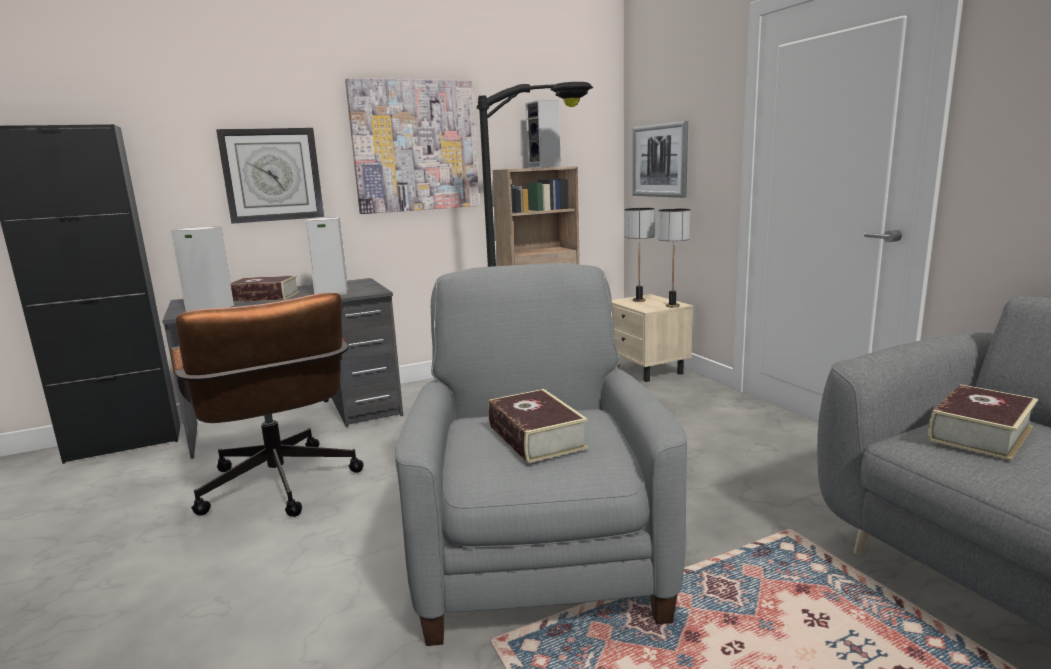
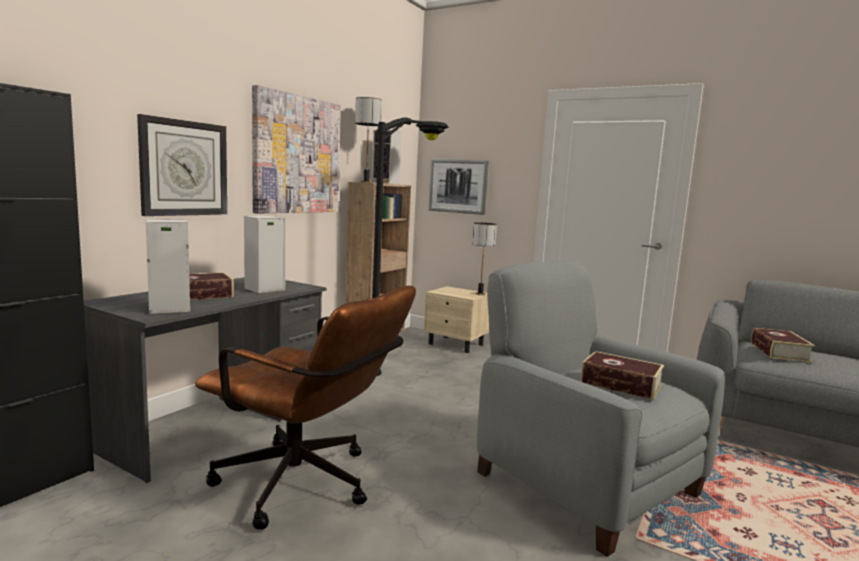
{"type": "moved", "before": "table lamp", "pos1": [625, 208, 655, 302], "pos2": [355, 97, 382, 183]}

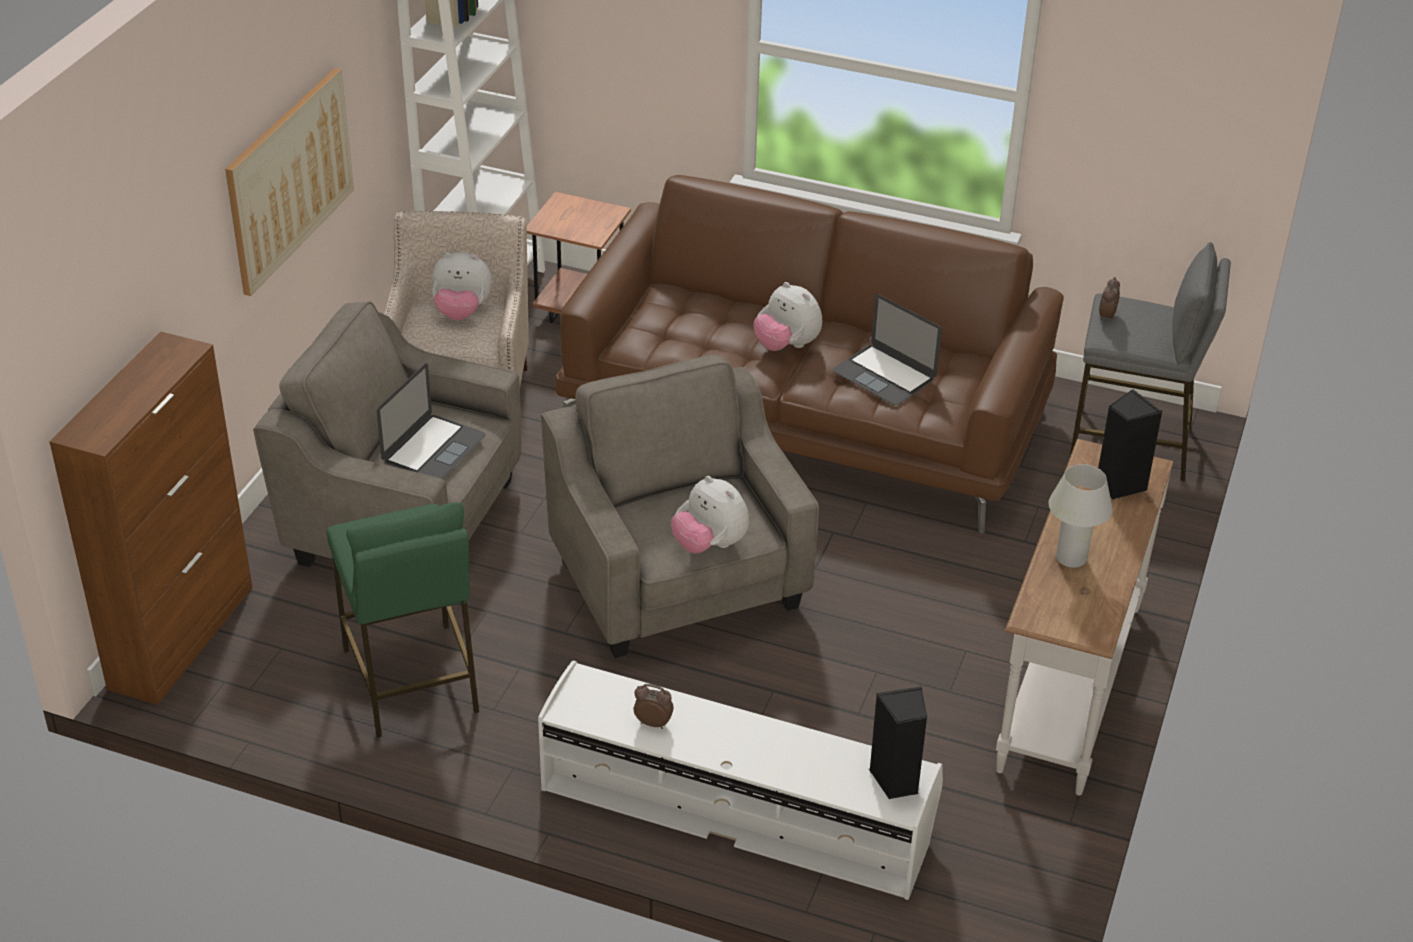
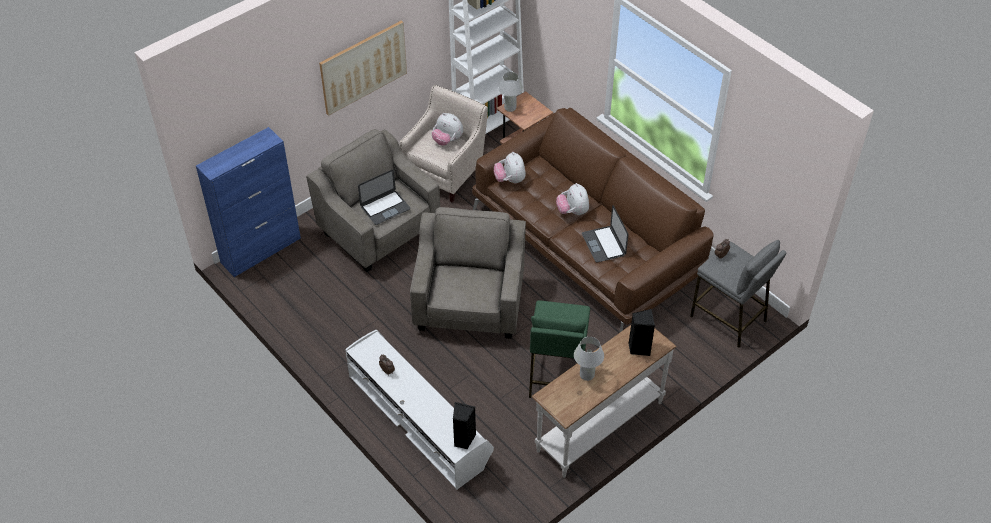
{"type": "recoloured", "before": "cabinet in brown", "after": "cabinet in blue", "pos1": [49, 331, 253, 705], "pos2": [196, 127, 301, 277]}
{"type": "moved", "before": "plush toy", "pos1": [671, 476, 749, 553], "pos2": [494, 152, 526, 184]}
{"type": "moved", "before": "stool in green", "pos1": [326, 502, 479, 738], "pos2": [529, 300, 590, 398]}
{"type": "added", "after": "table lamp in white", "pos2": [498, 72, 523, 112]}

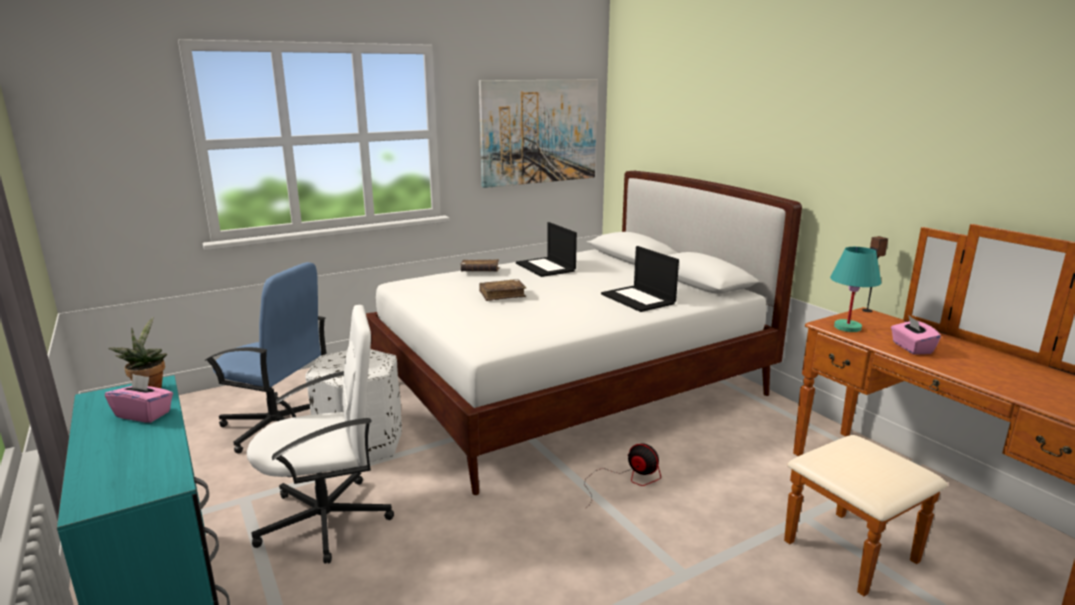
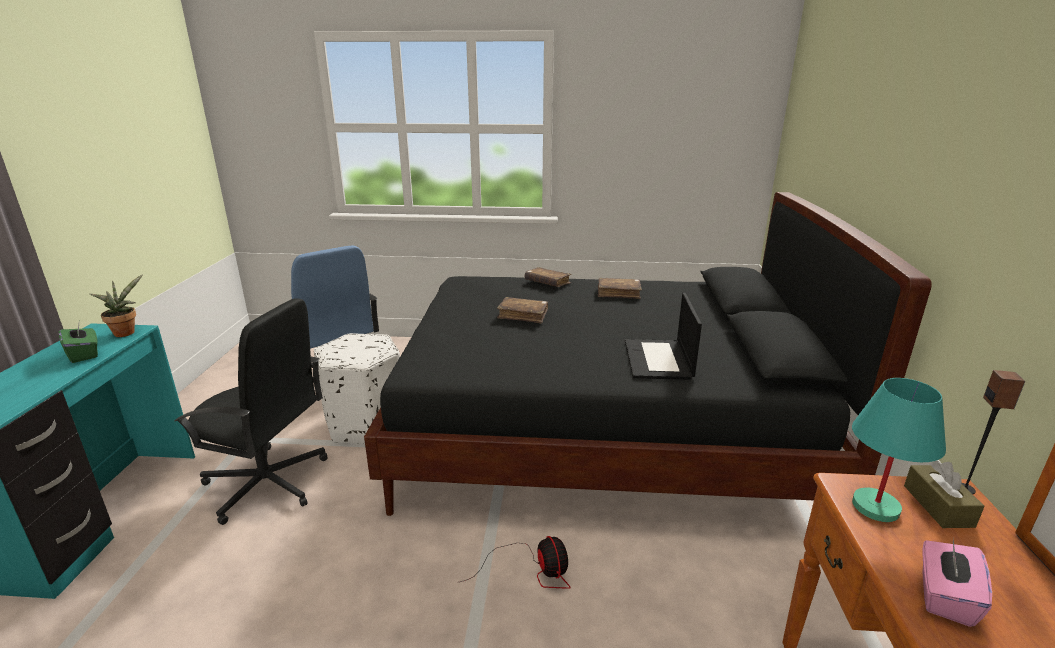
{"type": "removed", "before": "picture", "pos1": [479, 80, 598, 188]}
{"type": "recoloured", "before": "bed in white", "after": "bed in black", "pos1": [366, 171, 802, 495], "pos2": [364, 192, 932, 516]}
{"type": "replaced", "before": "laptop", "after": "book in brown", "pos1": [516, 222, 577, 277], "pos2": [598, 278, 642, 299]}
{"type": "recoloured", "before": "office chair in white", "after": "office chair in black", "pos1": [247, 305, 394, 564], "pos2": [175, 298, 328, 525]}
{"type": "recoloured", "before": "tissue box in pink", "after": "tissue box in green", "pos1": [105, 374, 173, 423], "pos2": [59, 319, 98, 363]}
{"type": "added", "after": "tissue box in brown", "pos2": [904, 461, 984, 528]}

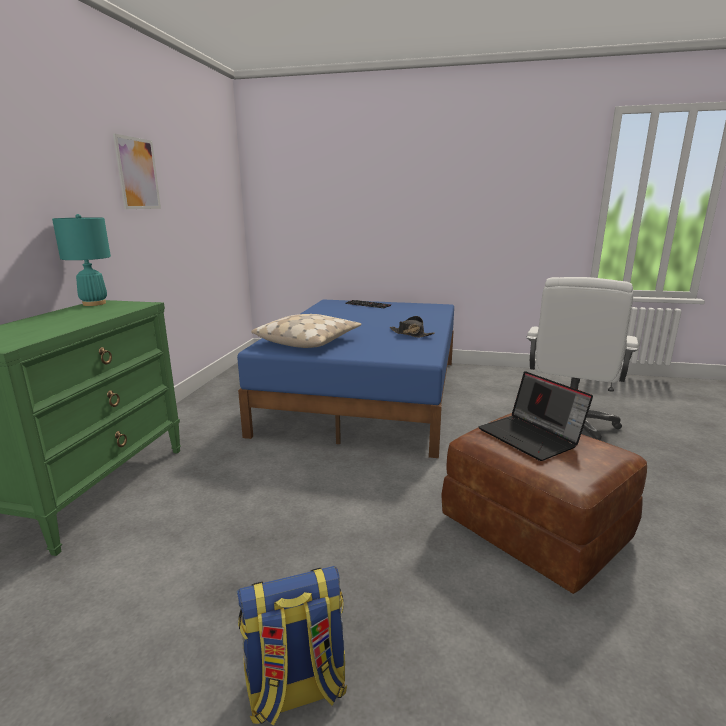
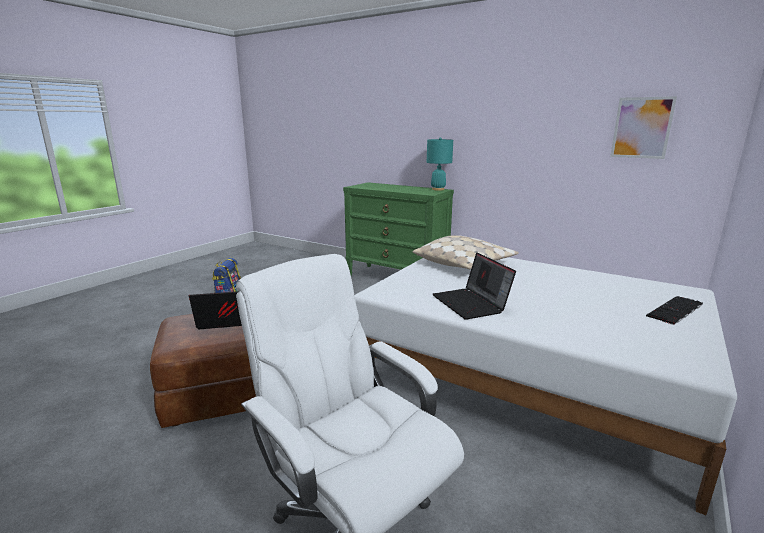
{"type": "moved", "before": "picture", "pos1": [113, 133, 161, 209], "pos2": [610, 96, 677, 159]}
{"type": "recoloured", "before": "bed in blue", "after": "bed in white", "pos1": [237, 300, 454, 458], "pos2": [355, 257, 737, 515]}
{"type": "replaced", "before": "hat in black", "after": "laptop", "pos1": [390, 316, 434, 338], "pos2": [433, 252, 516, 320]}

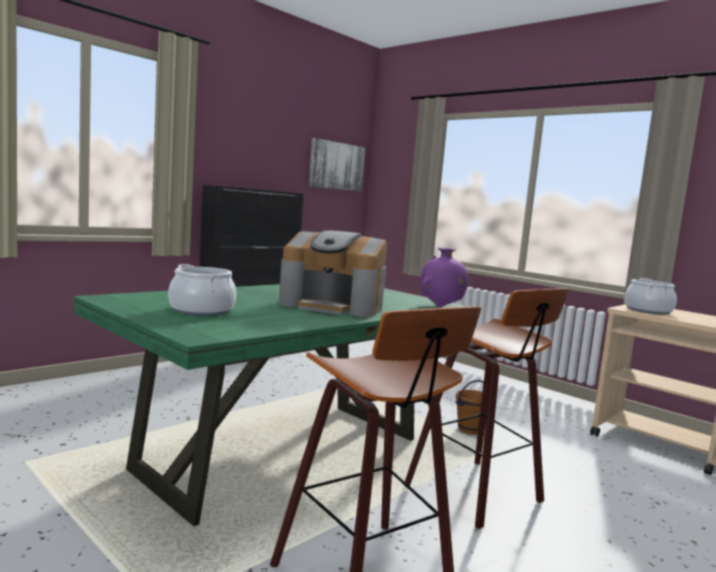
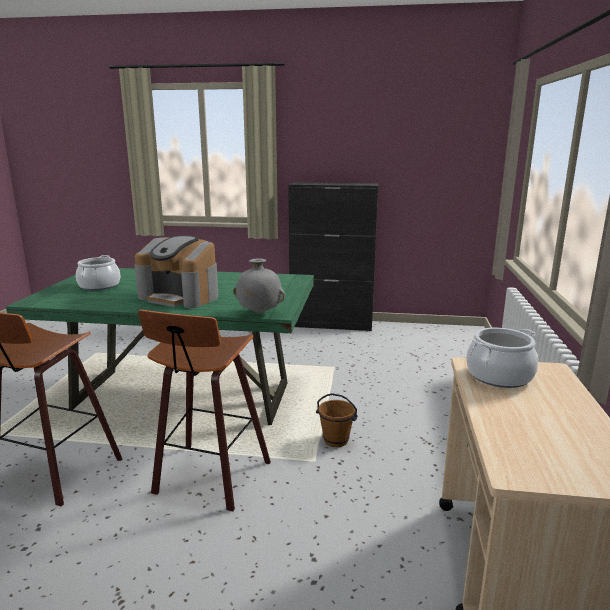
{"type": "removed", "before": "picture", "pos1": [309, 138, 365, 192]}
{"type": "turned", "before": "coffee machine", "pos1": [279, 230, 387, 317], "pos2": [134, 236, 218, 308], "turn": -45}
{"type": "recoloured", "before": "vase in purple", "after": "vase in grey", "pos1": [420, 248, 468, 307], "pos2": [233, 258, 285, 314]}

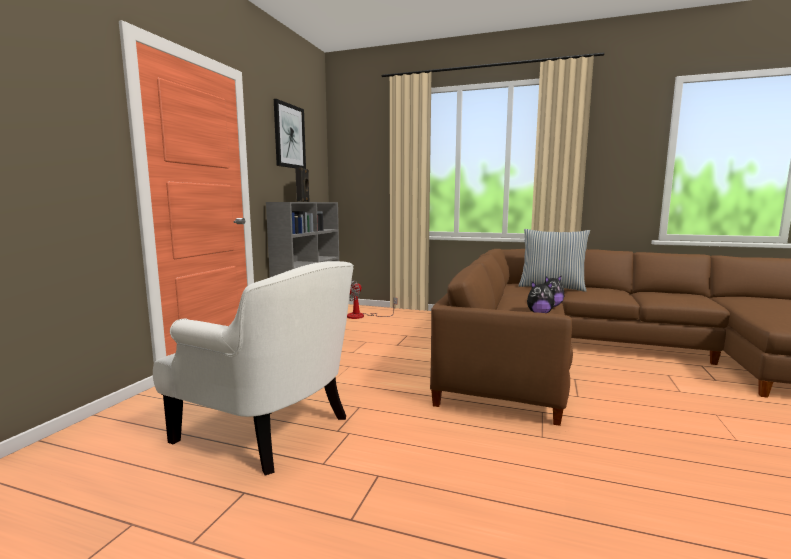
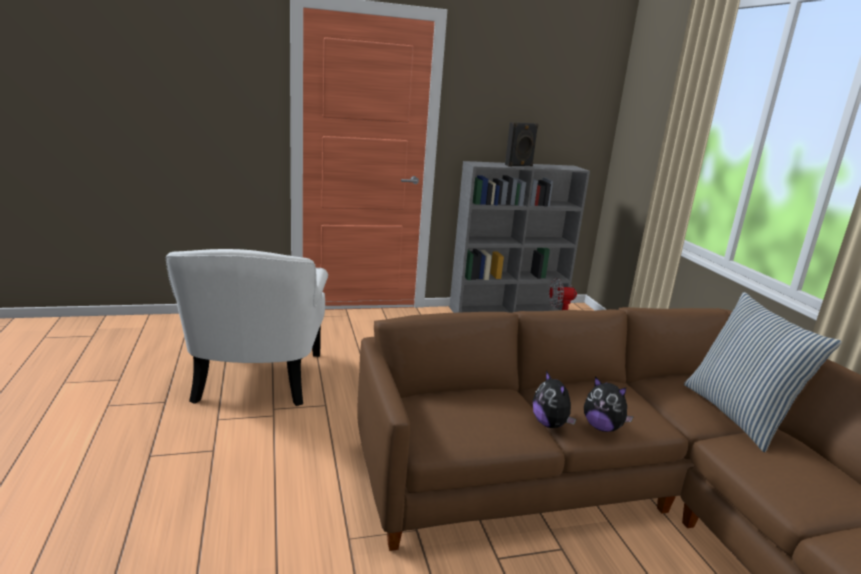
{"type": "removed", "before": "picture", "pos1": [274, 99, 306, 169]}

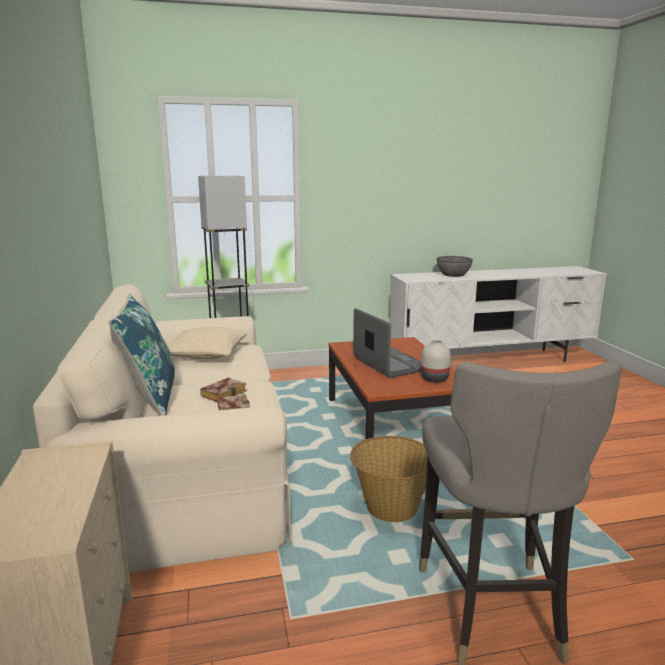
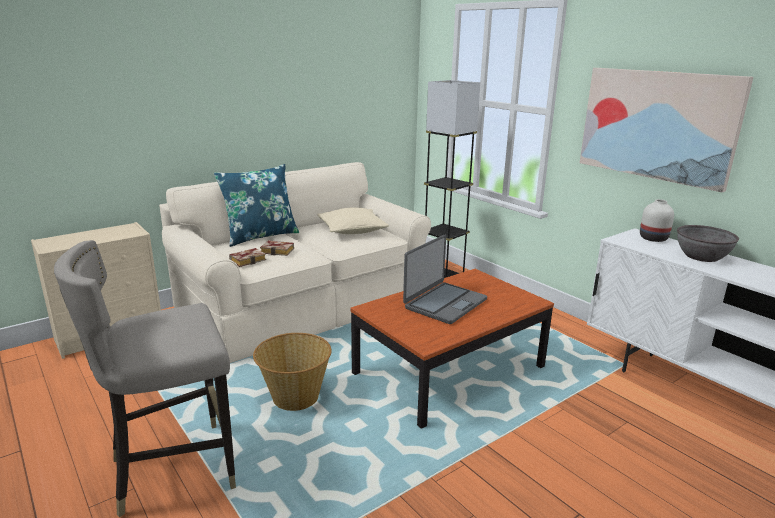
{"type": "moved", "before": "vase in white", "pos1": [421, 340, 451, 383], "pos2": [640, 199, 674, 242]}
{"type": "added", "after": "picture", "pos2": [580, 68, 754, 192]}

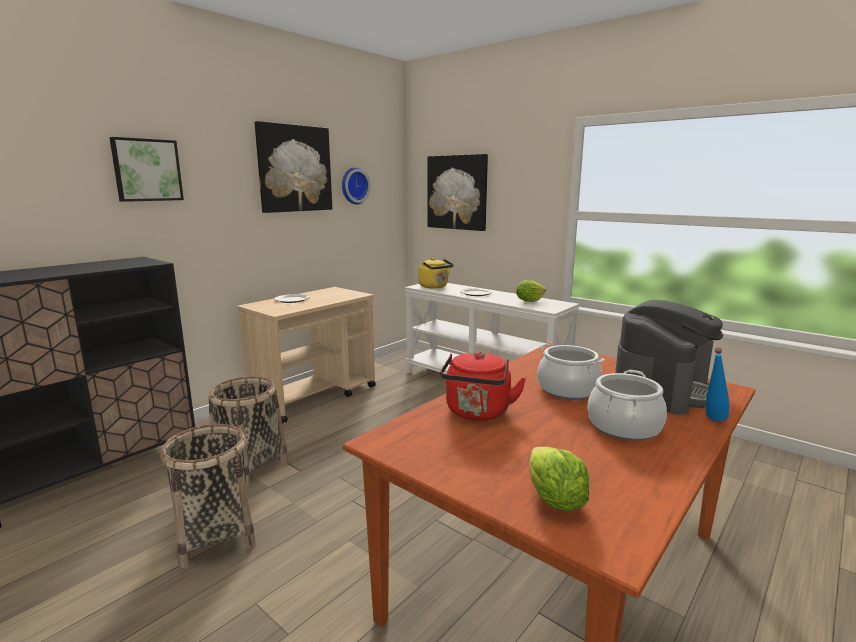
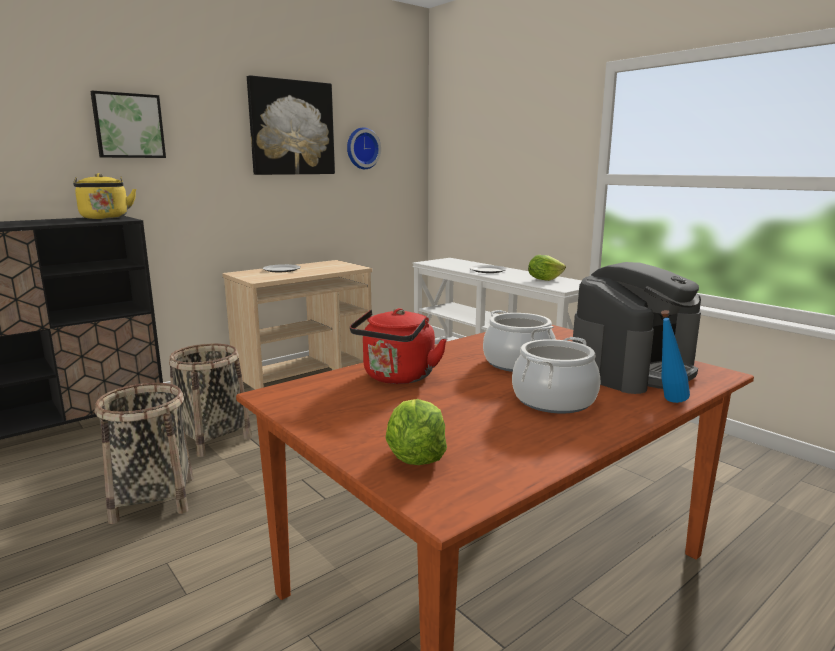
{"type": "removed", "before": "picture", "pos1": [428, 154, 488, 231]}
{"type": "moved", "before": "kettle in yellow", "pos1": [418, 258, 454, 288], "pos2": [73, 173, 136, 219]}

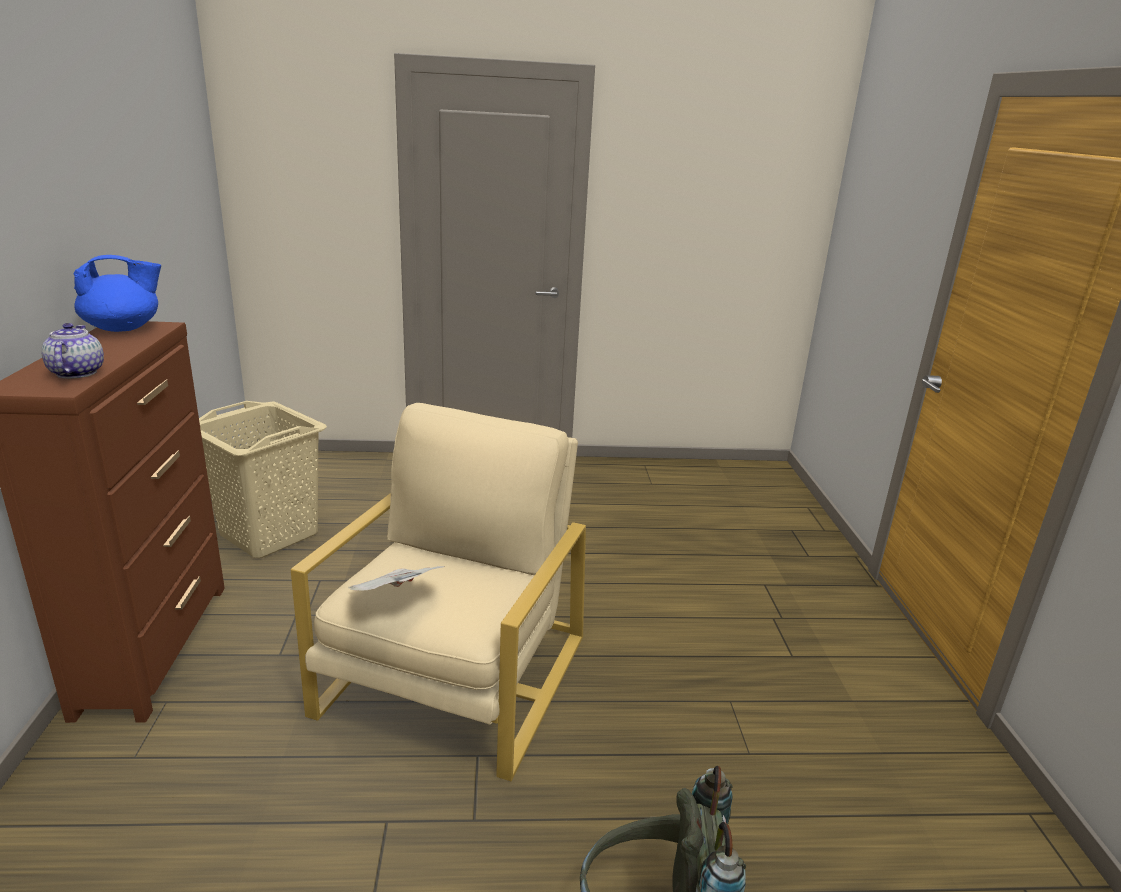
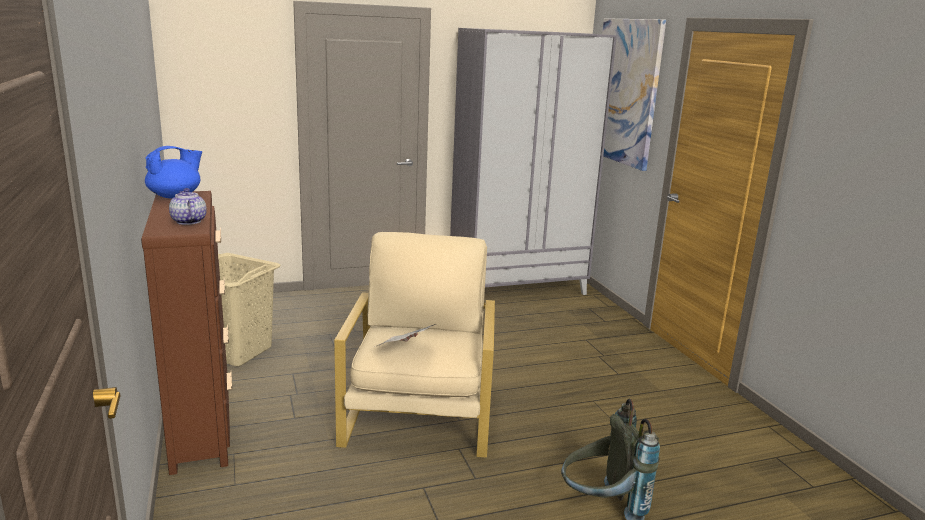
{"type": "added", "after": "picture", "pos2": [602, 18, 666, 171]}
{"type": "added", "after": "wardrobe in grey", "pos2": [450, 28, 617, 295]}

